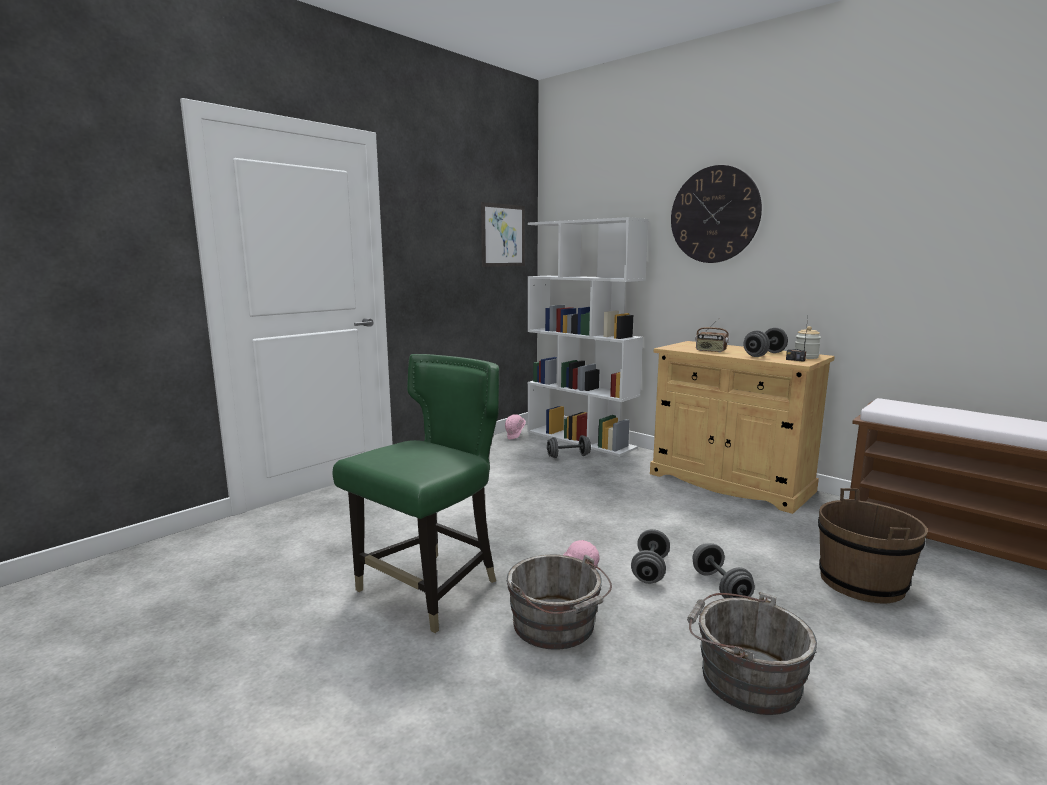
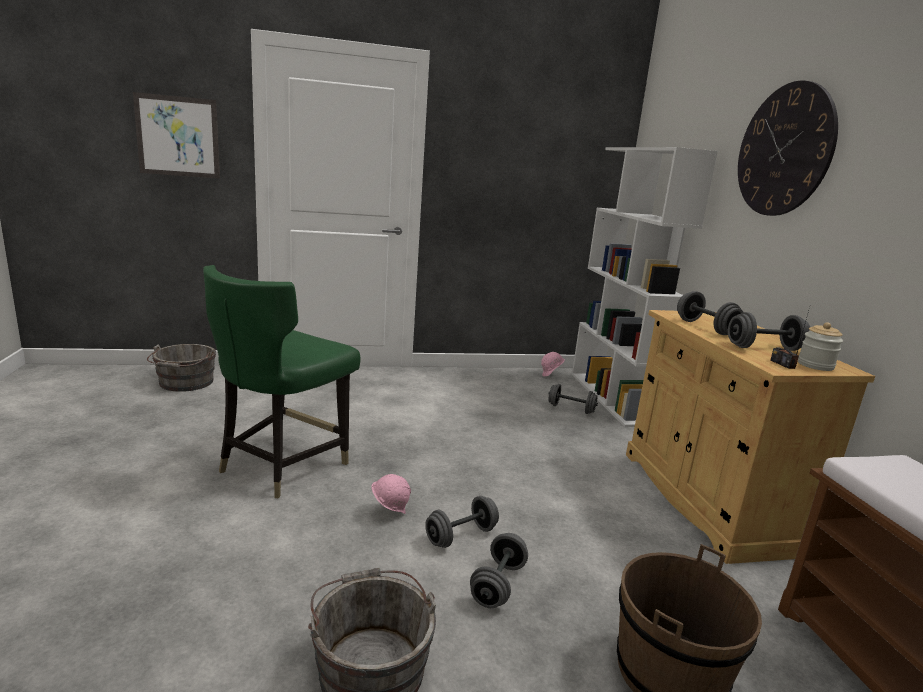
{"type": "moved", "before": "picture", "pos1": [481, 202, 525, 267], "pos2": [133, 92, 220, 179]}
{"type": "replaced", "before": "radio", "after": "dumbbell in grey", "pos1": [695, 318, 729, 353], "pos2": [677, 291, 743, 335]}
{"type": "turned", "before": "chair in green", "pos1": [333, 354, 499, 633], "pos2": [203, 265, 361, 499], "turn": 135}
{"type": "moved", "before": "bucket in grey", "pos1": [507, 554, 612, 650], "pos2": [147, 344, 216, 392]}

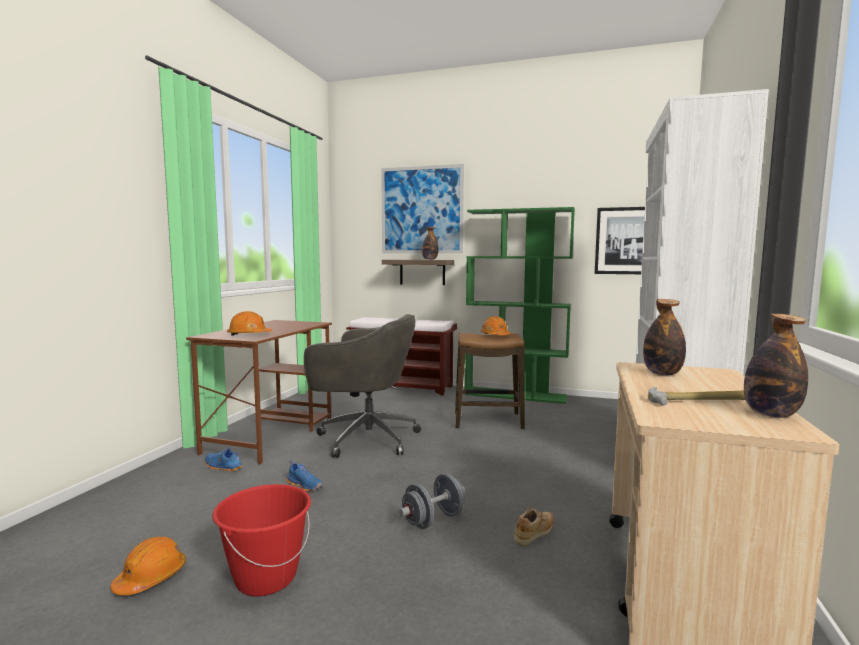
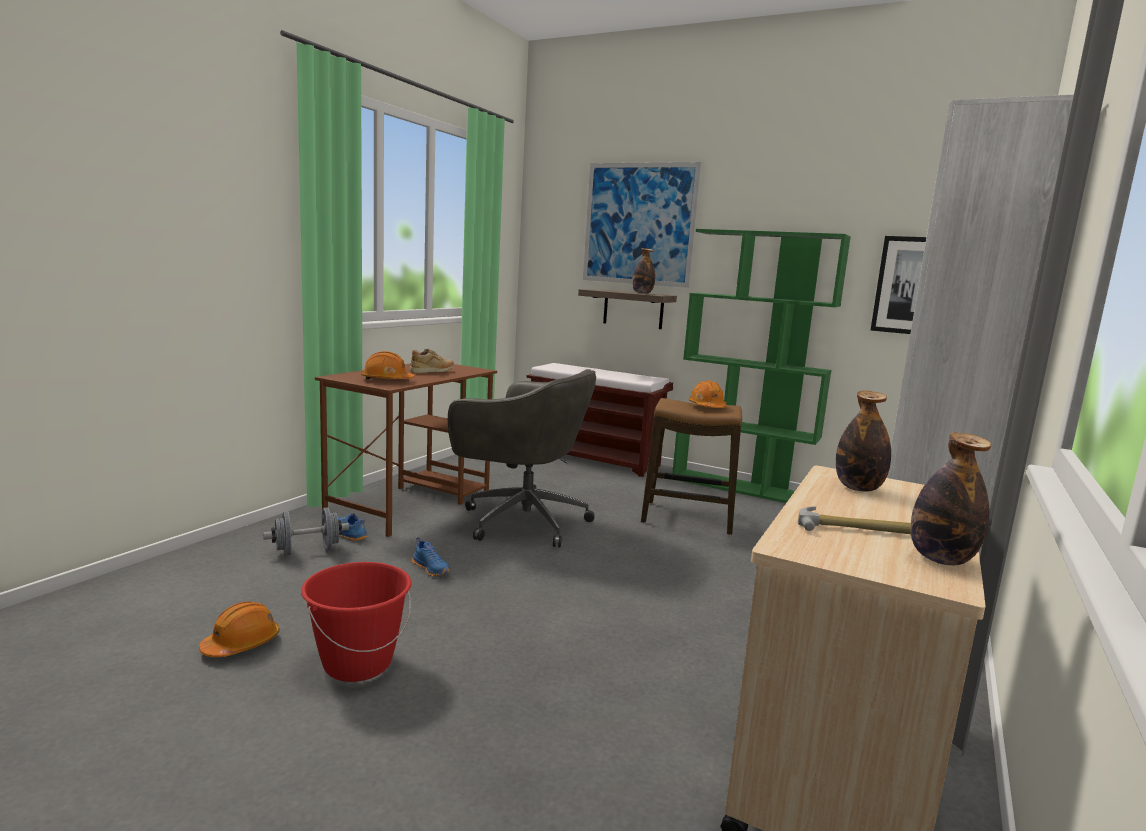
{"type": "moved", "before": "dumbbell in grey", "pos1": [399, 473, 465, 529], "pos2": [263, 507, 349, 556]}
{"type": "moved", "before": "shoe in beige", "pos1": [514, 507, 554, 546], "pos2": [410, 348, 454, 373]}

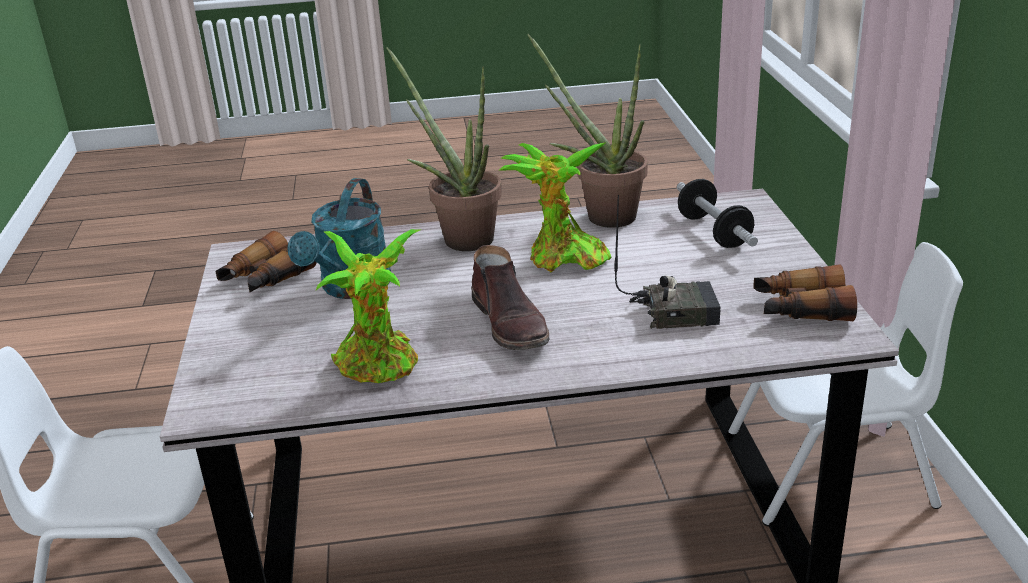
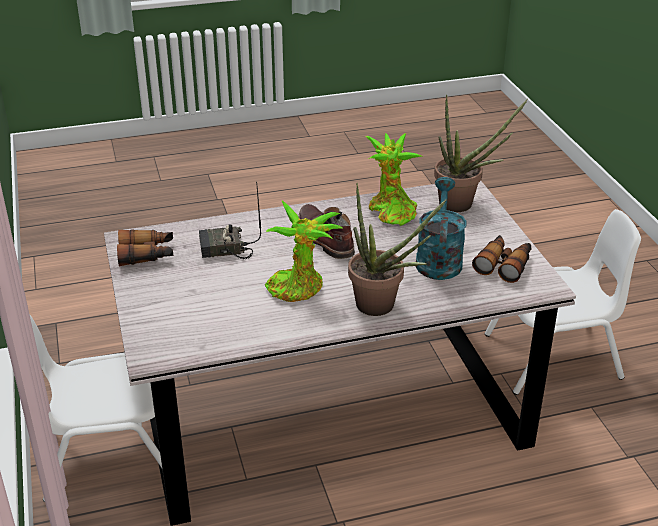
{"type": "moved", "before": "potted plant", "pos1": [527, 34, 648, 228], "pos2": [434, 95, 528, 212]}
{"type": "removed", "before": "dumbbell", "pos1": [677, 179, 758, 248]}

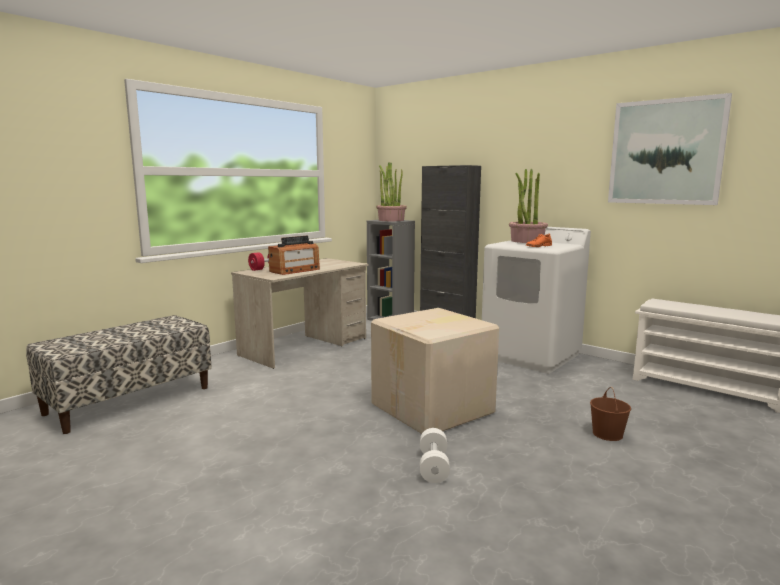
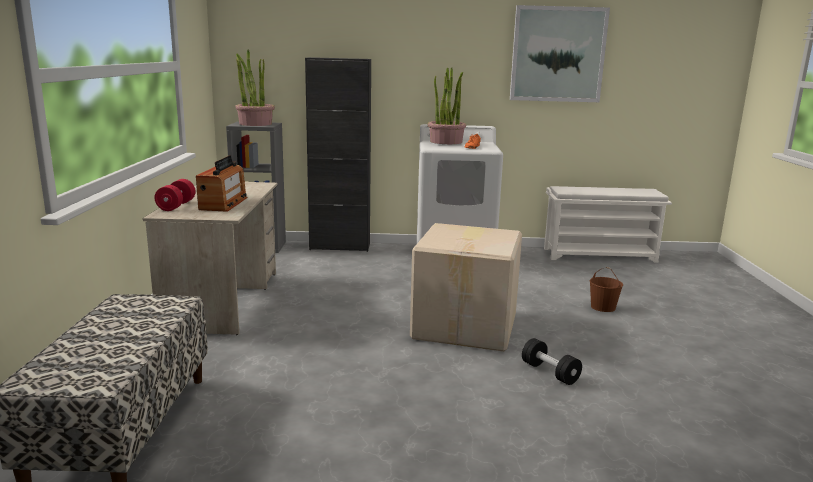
{"type": "recoloured", "before": "dumbbell in white", "after": "dumbbell in black", "pos1": [420, 428, 450, 483], "pos2": [522, 338, 582, 385]}

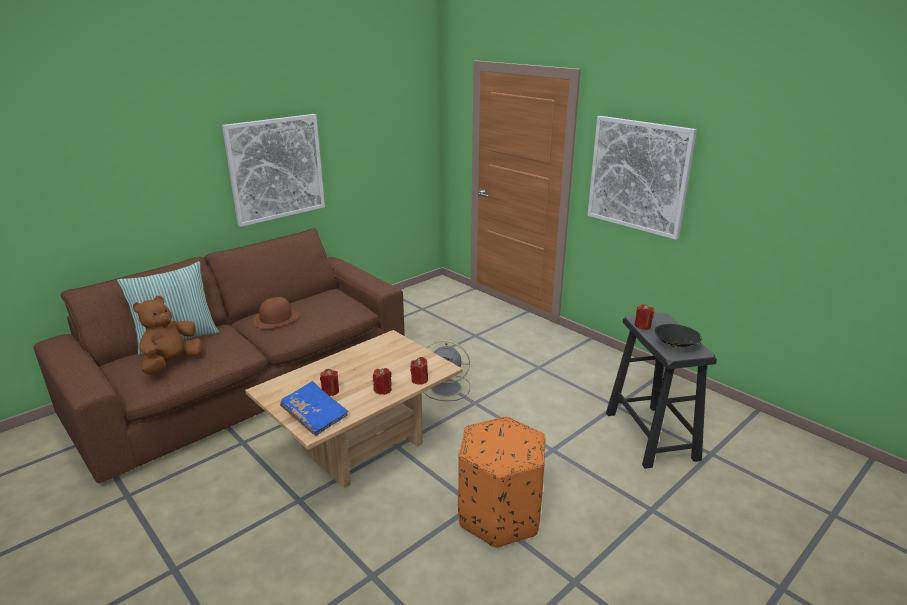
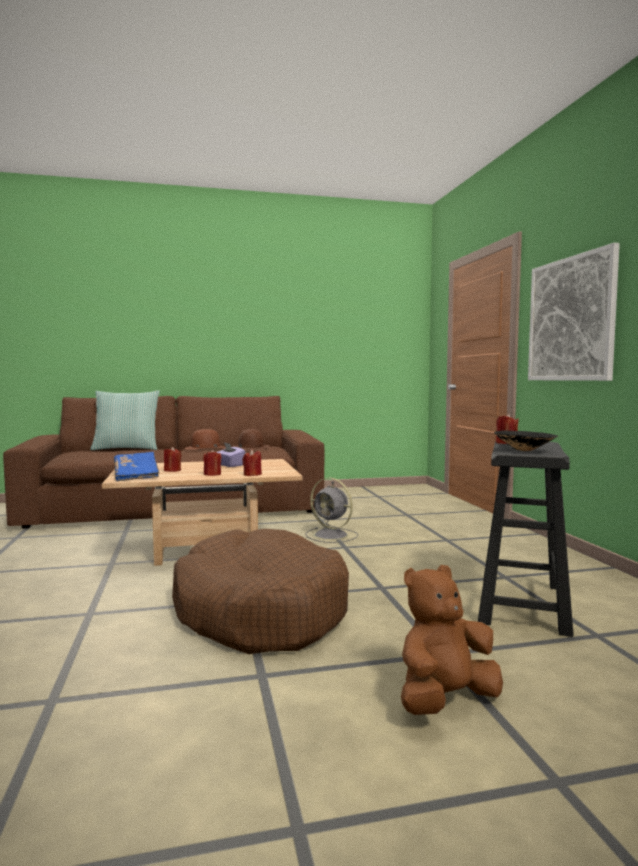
{"type": "removed", "before": "picture", "pos1": [222, 114, 325, 227]}
{"type": "moved", "before": "plush toy in brown", "pos1": [133, 296, 203, 375], "pos2": [401, 565, 503, 715]}
{"type": "replaced", "before": "ottoman in orange", "after": "dog bed in brown", "pos1": [458, 417, 546, 548], "pos2": [172, 529, 349, 654]}
{"type": "added", "after": "hat in brown", "pos2": [232, 429, 270, 450]}
{"type": "added", "after": "tissue box in purple", "pos2": [217, 442, 245, 467]}

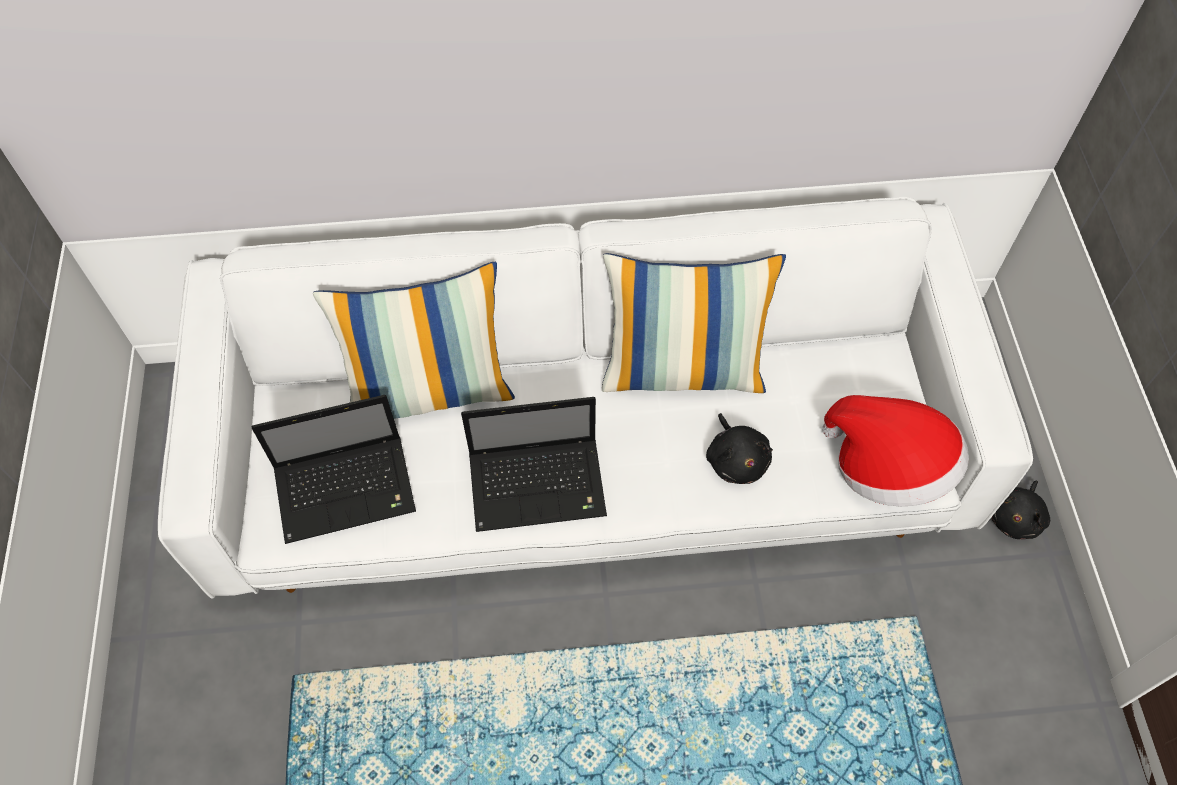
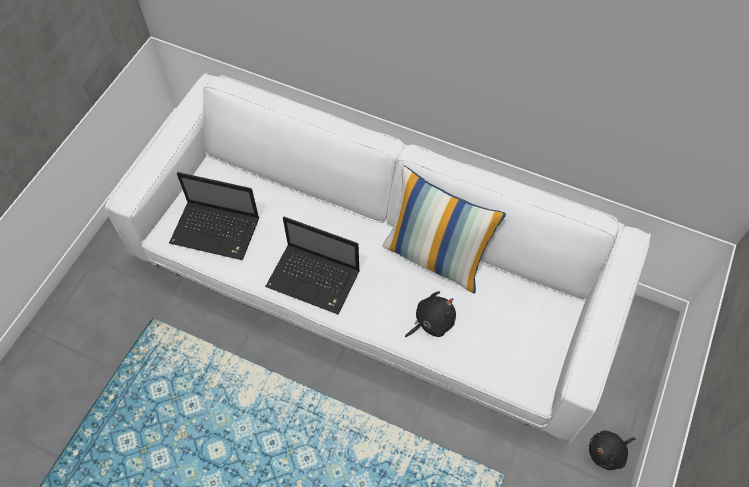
{"type": "removed", "before": "pillow", "pos1": [313, 262, 515, 419]}
{"type": "removed", "before": "hat", "pos1": [823, 395, 969, 506]}
{"type": "turned", "before": "plush toy in black", "pos1": [706, 413, 773, 484], "pos2": [405, 291, 456, 337], "turn": -135}

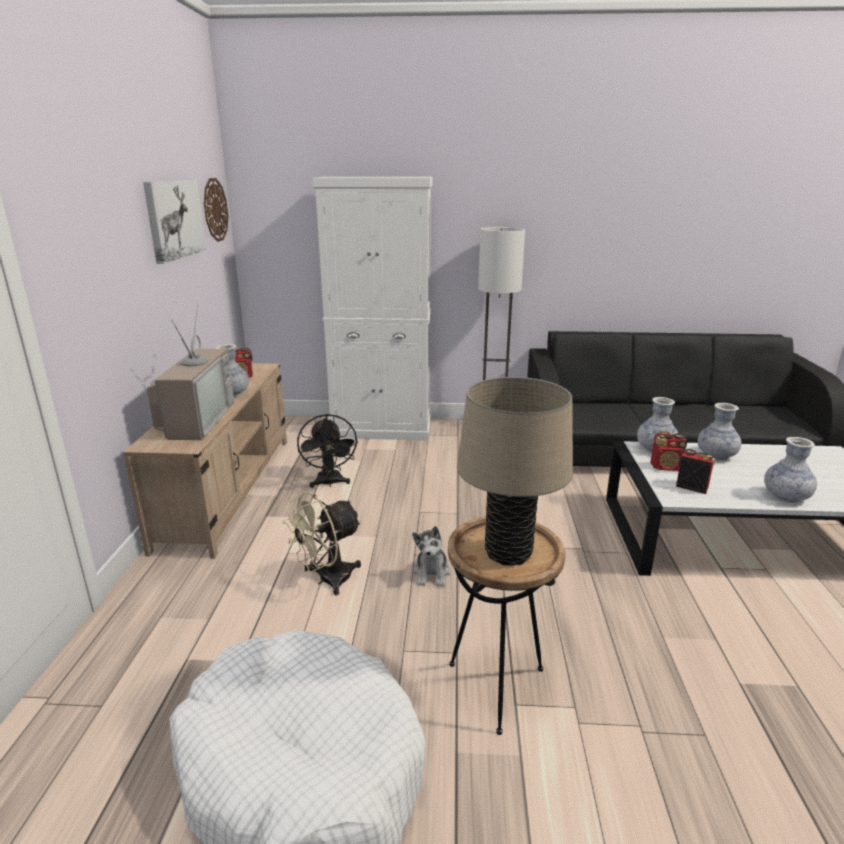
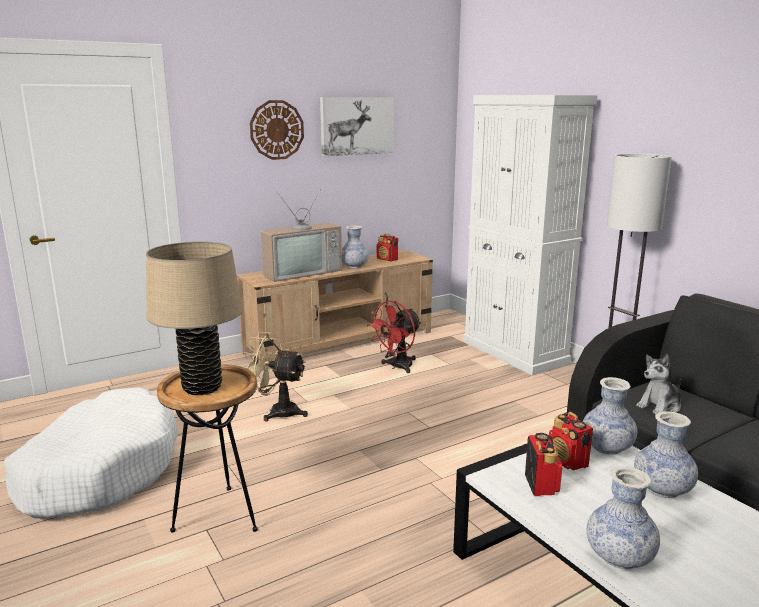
{"type": "moved", "before": "wall clock", "pos1": [204, 178, 228, 242], "pos2": [250, 100, 304, 160]}
{"type": "recoloured", "before": "fan in black", "after": "fan in red", "pos1": [297, 414, 358, 488], "pos2": [367, 301, 422, 373]}
{"type": "moved", "before": "plush toy", "pos1": [412, 526, 451, 586], "pos2": [636, 354, 681, 414]}

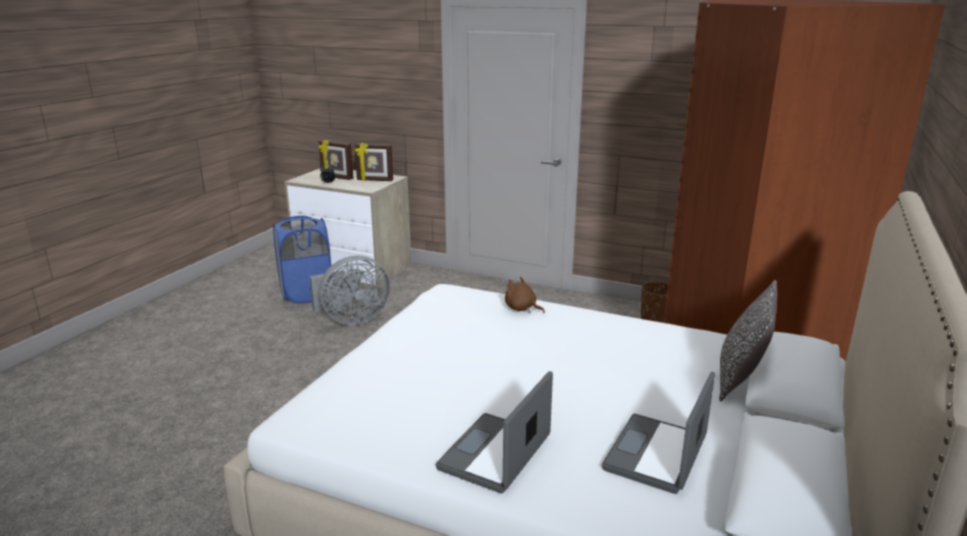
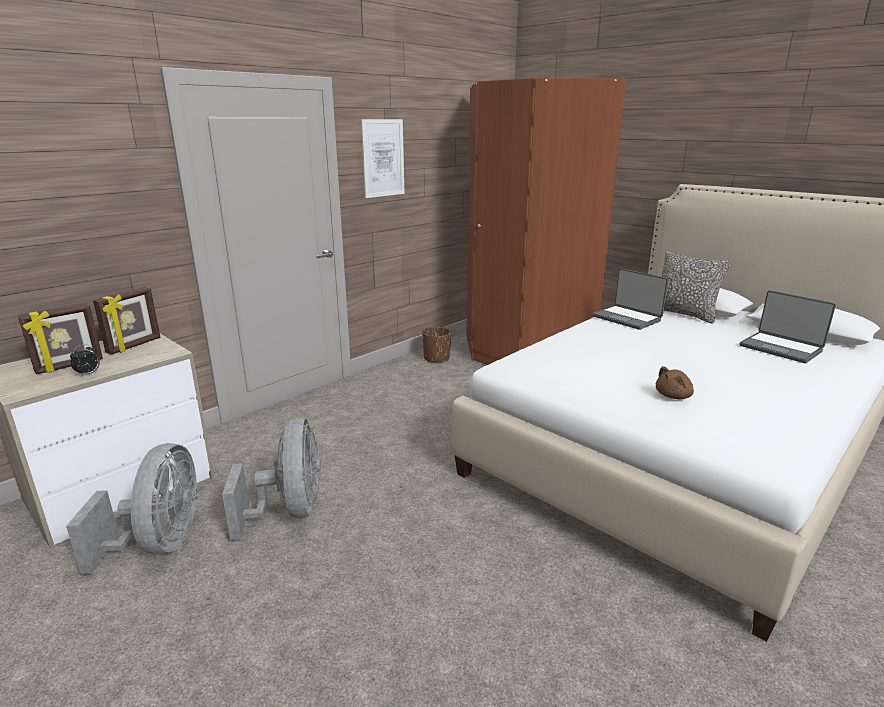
{"type": "replaced", "before": "laundry basket in blue", "after": "fan in grey", "pos1": [273, 215, 331, 304], "pos2": [66, 443, 198, 574]}
{"type": "moved", "before": "plush toy in brown", "pos1": [505, 277, 545, 313], "pos2": [656, 366, 694, 399]}
{"type": "moved", "before": "laptop", "pos1": [436, 371, 553, 493], "pos2": [592, 268, 668, 330]}
{"type": "added", "after": "picture", "pos2": [361, 119, 405, 198]}

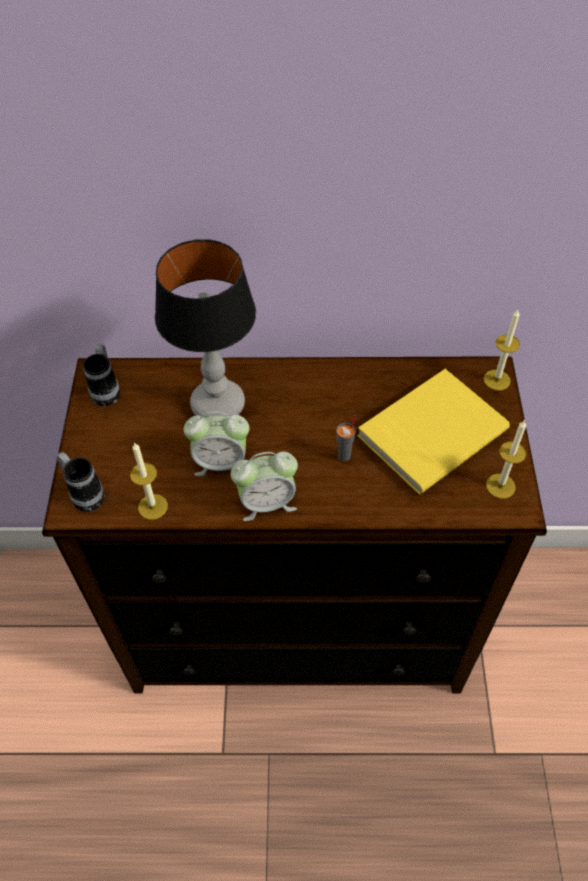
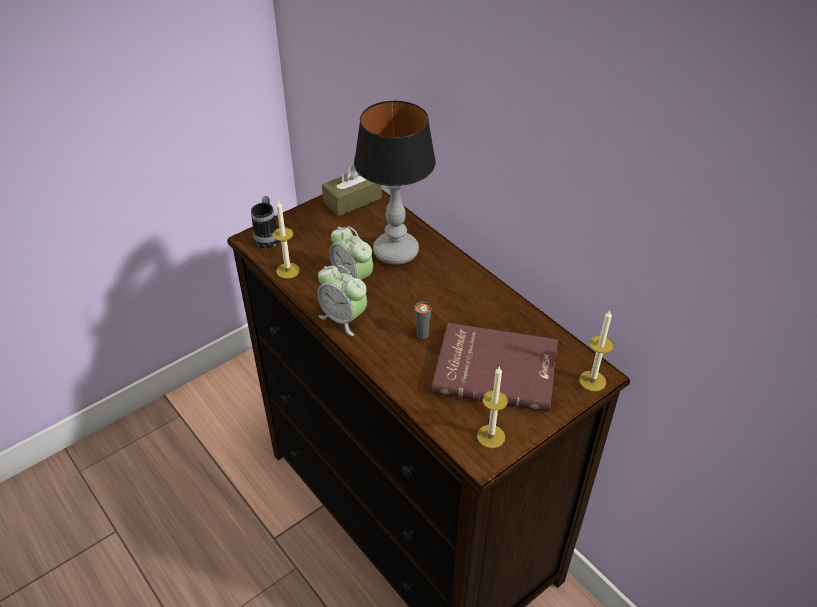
{"type": "replaced", "before": "mug", "after": "tissue box in brown", "pos1": [83, 344, 120, 406], "pos2": [322, 164, 382, 216]}
{"type": "recoloured", "before": "book in yellow", "after": "book in red", "pos1": [358, 369, 510, 494], "pos2": [432, 323, 558, 412]}

